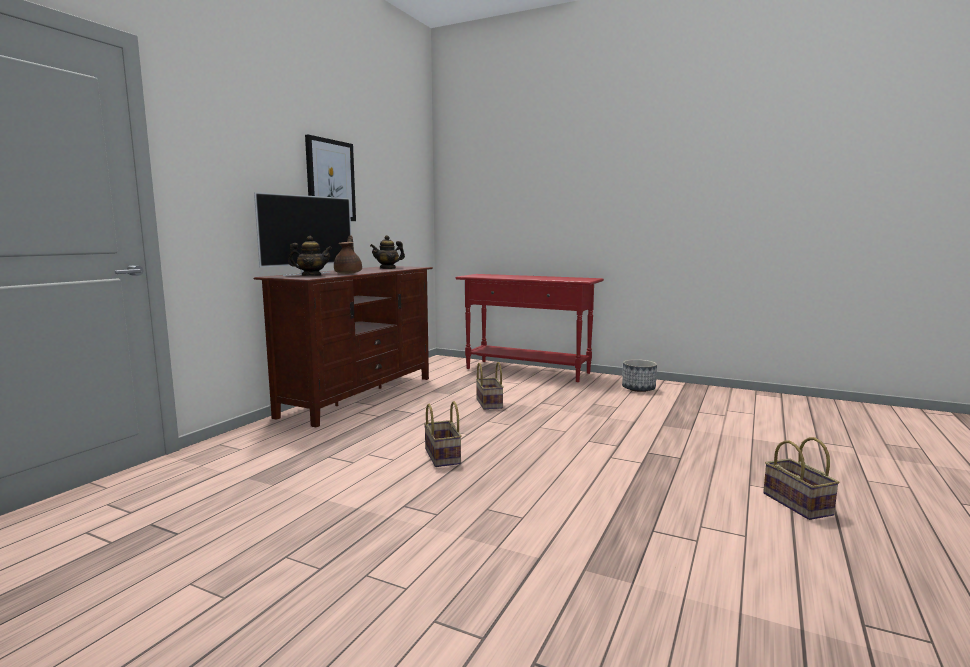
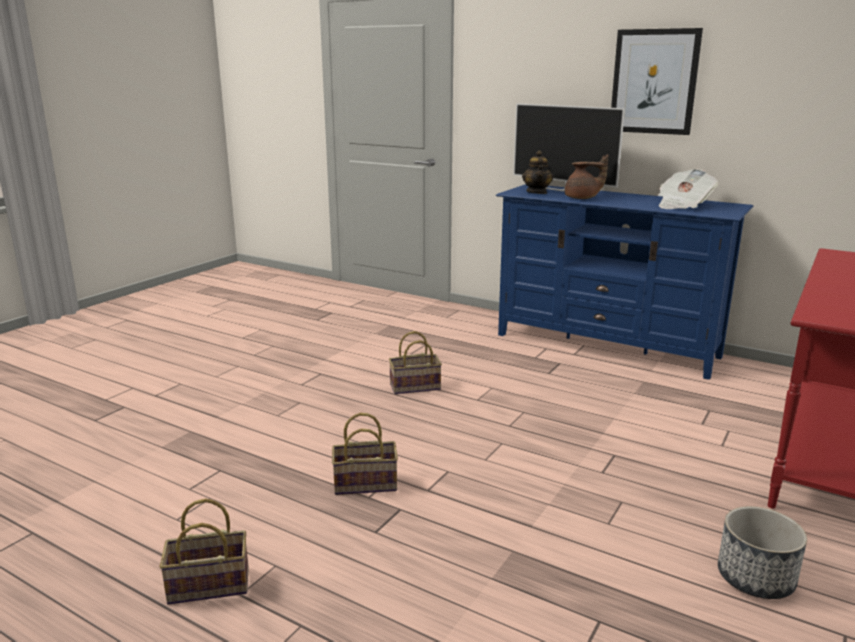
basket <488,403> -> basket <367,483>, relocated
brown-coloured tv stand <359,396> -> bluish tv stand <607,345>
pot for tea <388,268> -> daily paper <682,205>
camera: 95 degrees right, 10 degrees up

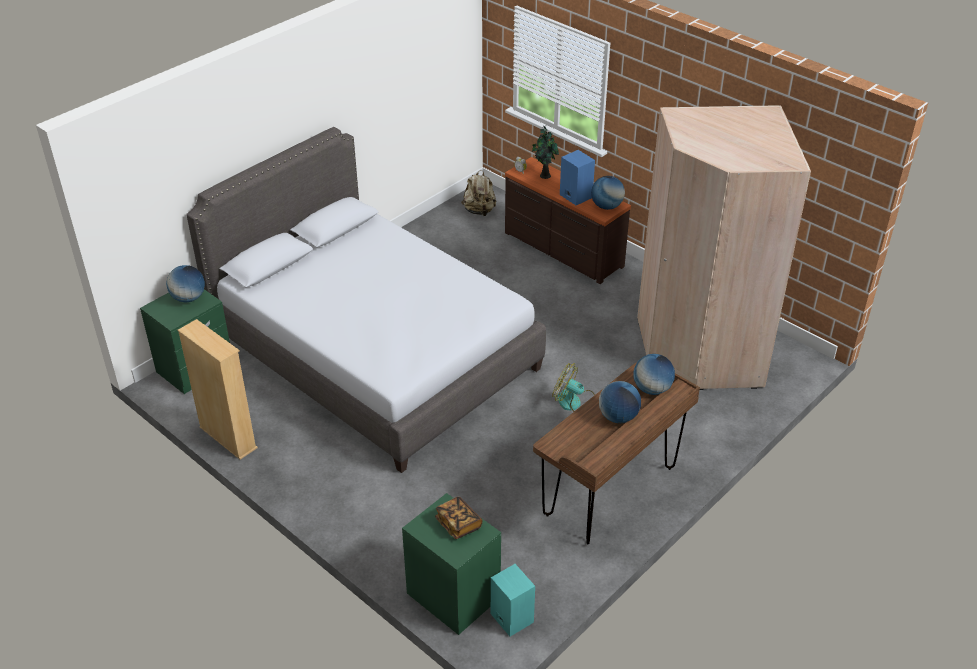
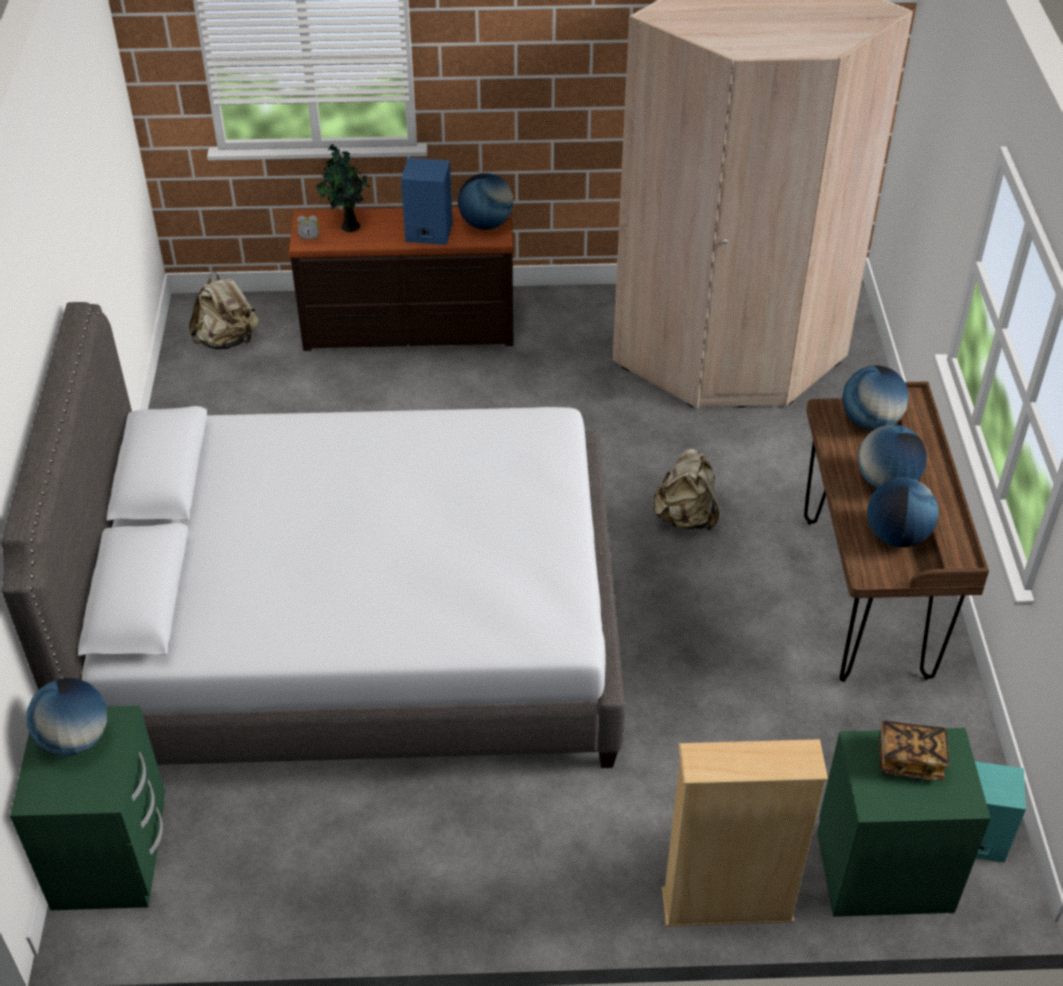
electric fan <574,403> -> sand-coloured rucksack <685,517>
sand-coloured shelving unit <228,438> -> sand-coloured shelving unit <727,906>, relocated
none -> globe <896,536>
camera: 45 degrees left, 5 degrees up

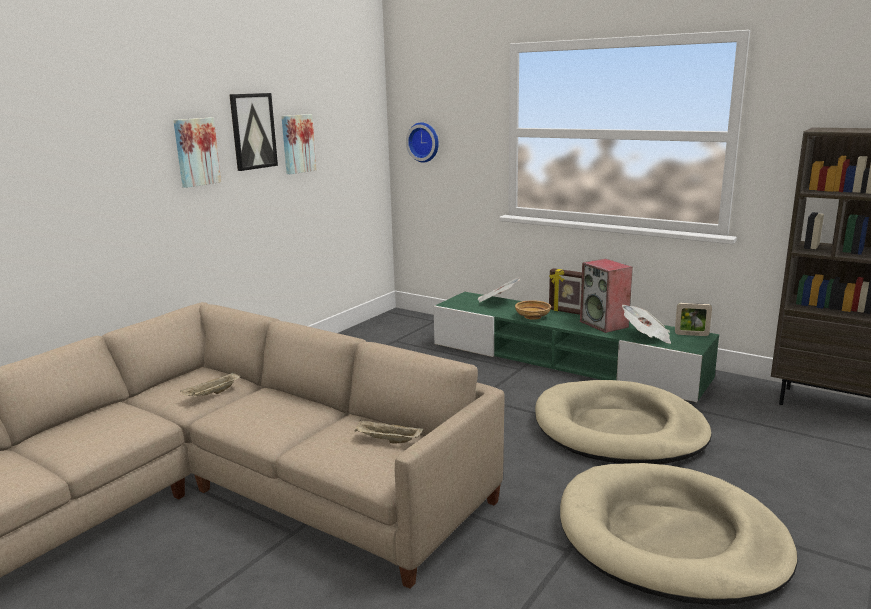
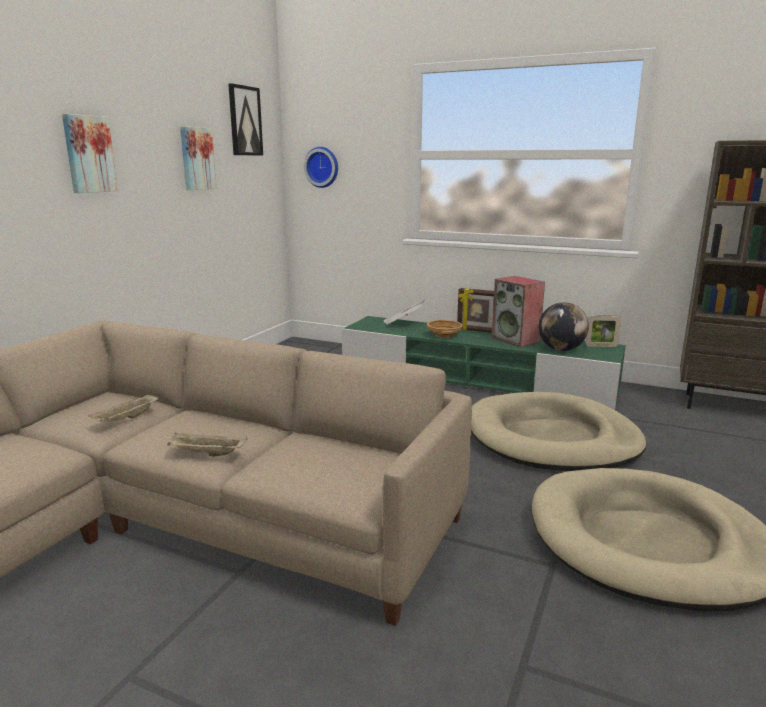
sand-coloured serving tray <387,441> -> sand-coloured serving tray <206,454>, relocated
wall art <253,131> -> wall art <245,121>, relocated
daily paper <646,337> -> globe <561,349>
camera: 10 degrees left, 0 degrees up

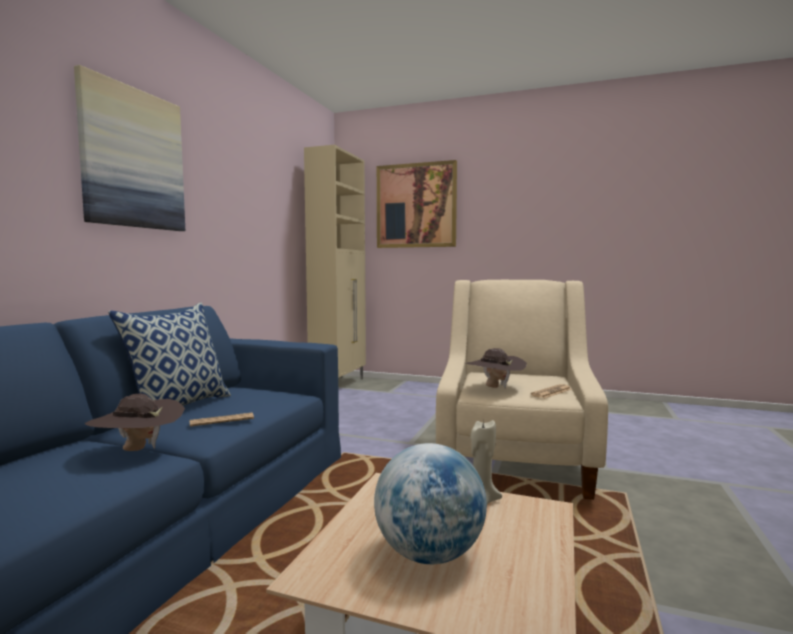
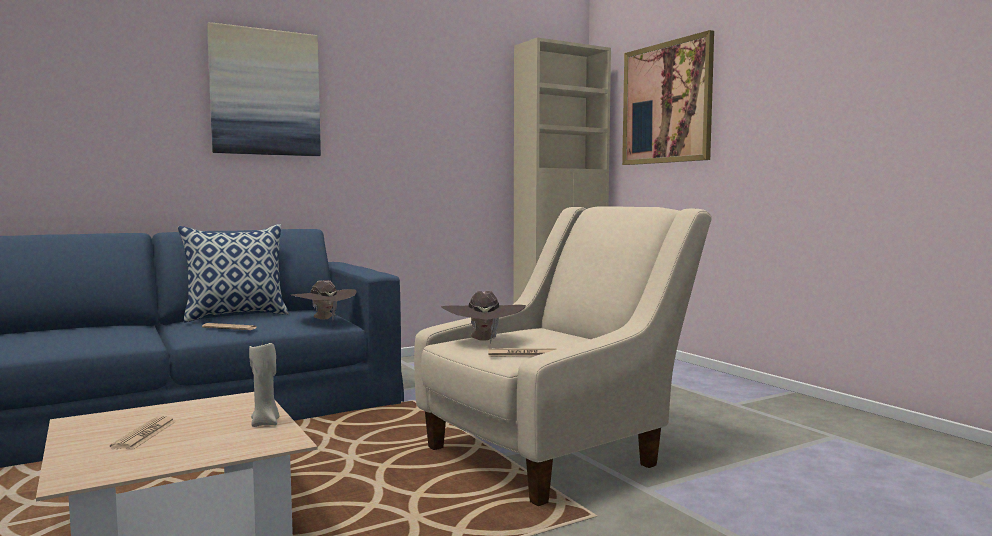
globe <429,554> -> daily paper <145,434>
brown-coloured wearable hat <138,450> -> brown-coloured wearable hat <324,320>, relocated
camera: 40 degrees right, 0 degrees up

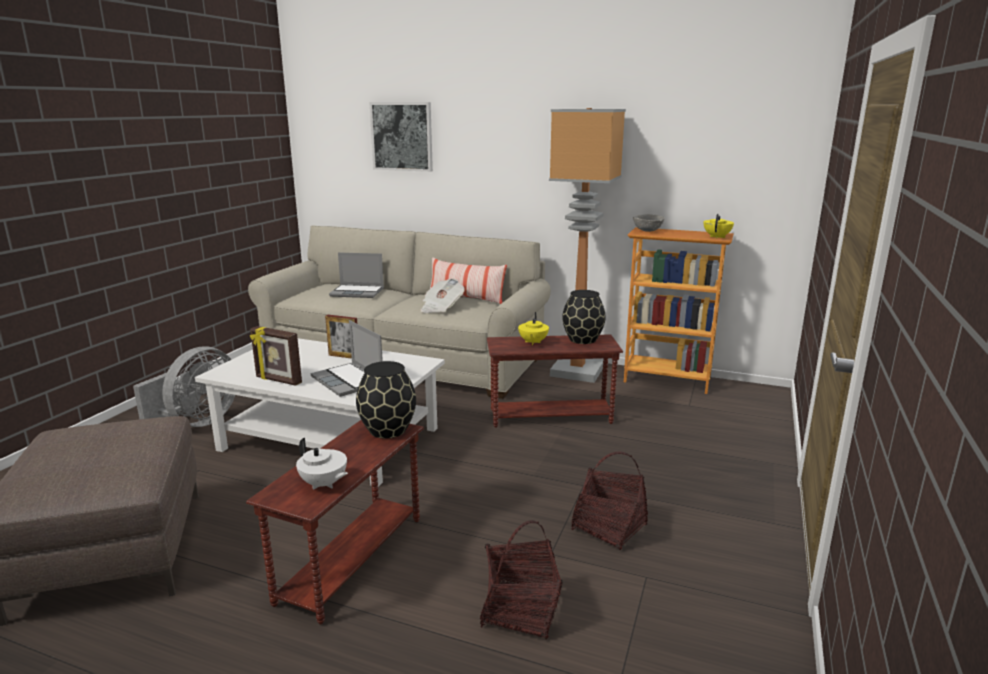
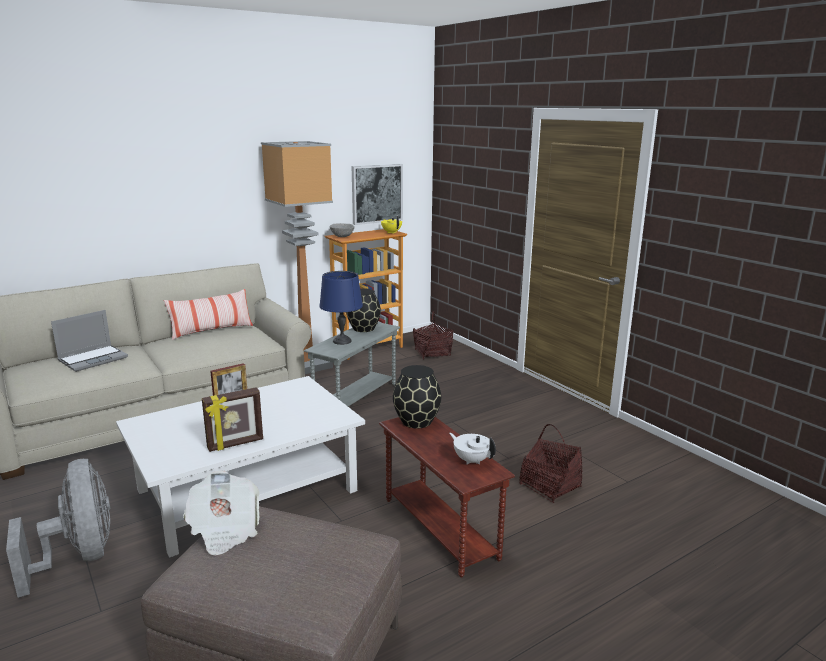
daily paper <441,308> -> daily paper <224,529>, relocated
brown-coloured accent table <550,417> -> greyish accent table <355,398>
yellow-coloured pot for tea <532,342> -> bluish lamp for a table <342,341>
wall art <402,136> -> wall art <376,193>, relocated
basket <609,527> -> basket <432,353>, relocated
white-coloured pot for tea <324,484> -> white-coloured pot for tea <471,460>, 120 degrees counterclockwise
notebook computer <349,381> -> none
camera: 55 degrees left, 0 degrees up

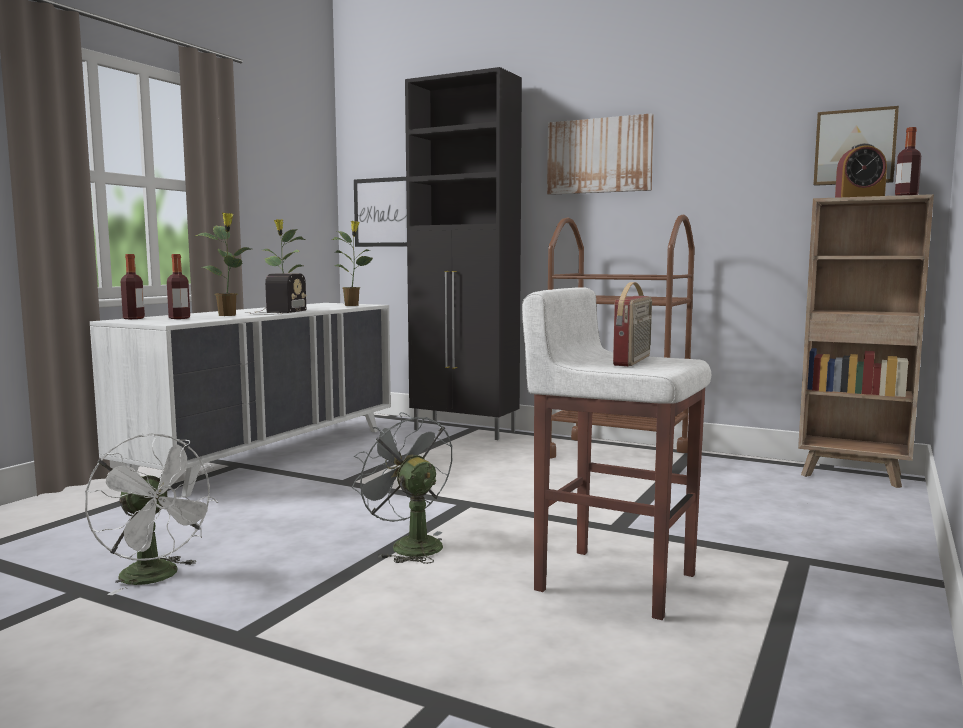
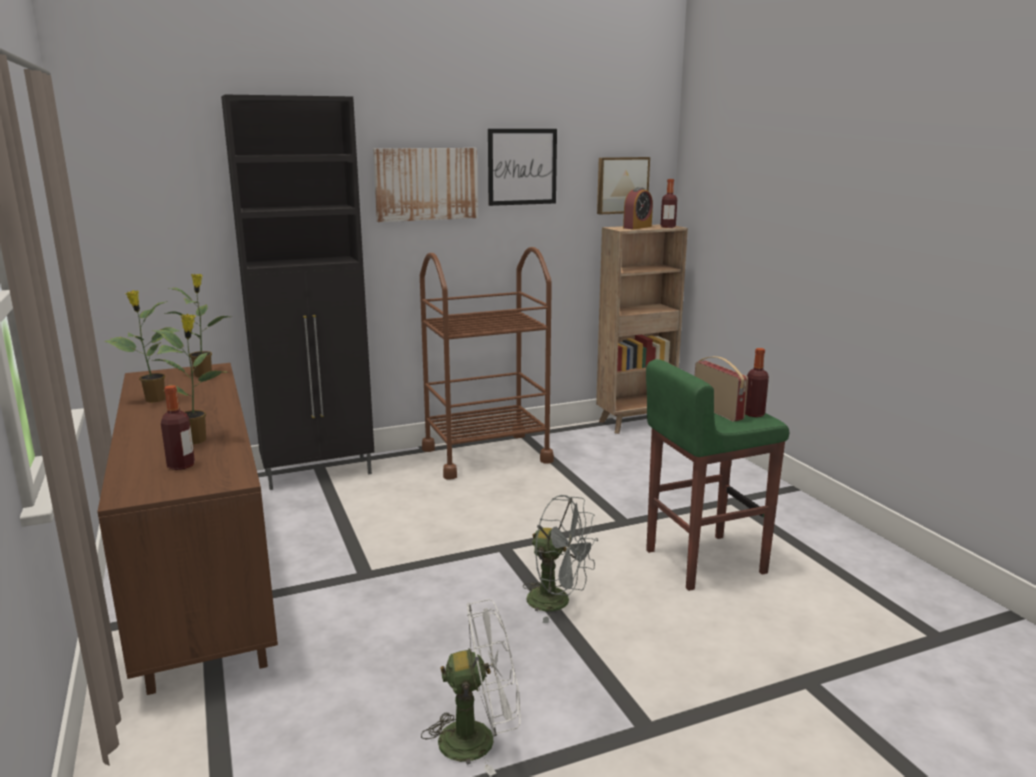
white-coloured drawer chest <268,454> -> brown-coloured drawer chest <202,580>
wall art <382,212> -> wall art <522,167>, relocated
greyish electric fan <408,545> -> greyish electric fan <558,602>, 150 degrees counterclockwise
white-coloured stool seat <614,581> -> green stool seat <702,561>
drink bottle <134,318> -> drink bottle <754,414>, relocated
radio set <277,312> -> none
camera: 50 degrees left, 10 degrees up

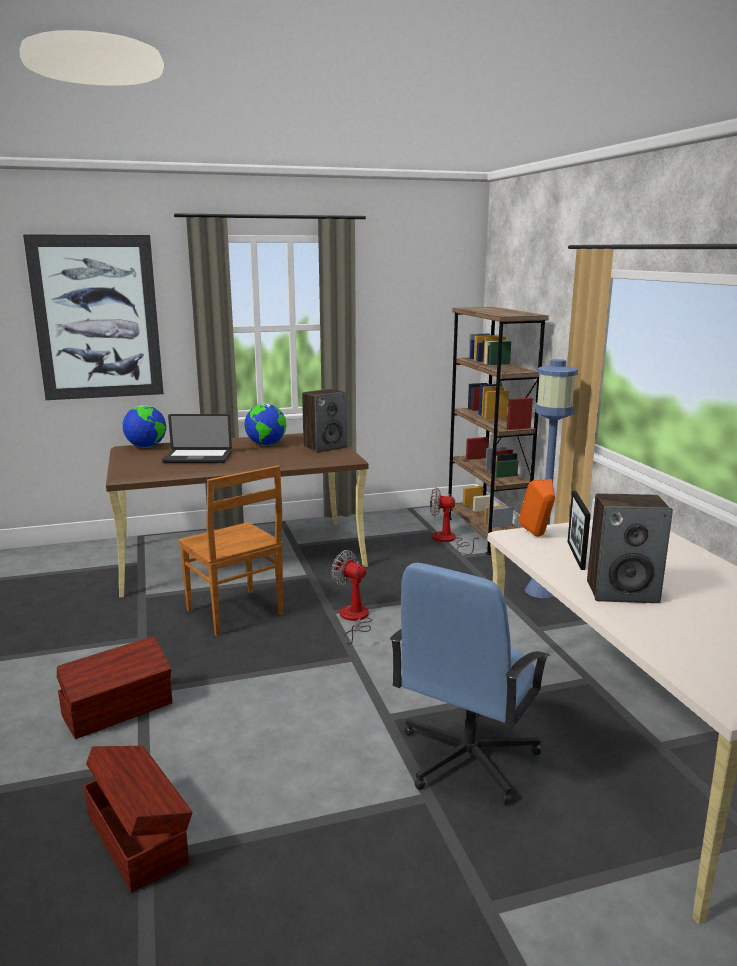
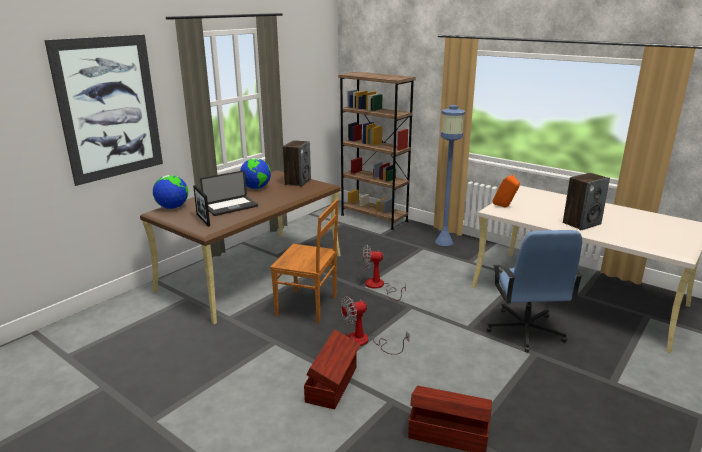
standing frame <575,555> -> standing frame <203,220>, relocated
electric fan <449,540> -> electric fan <365,342>, relocated
camera: 35 degrees left, 5 degrees up

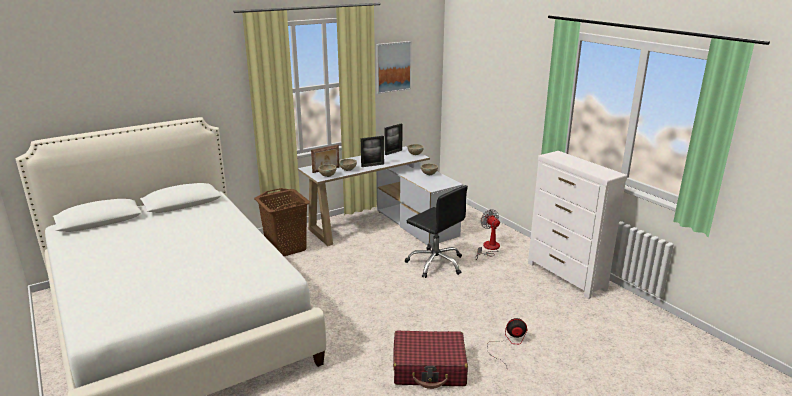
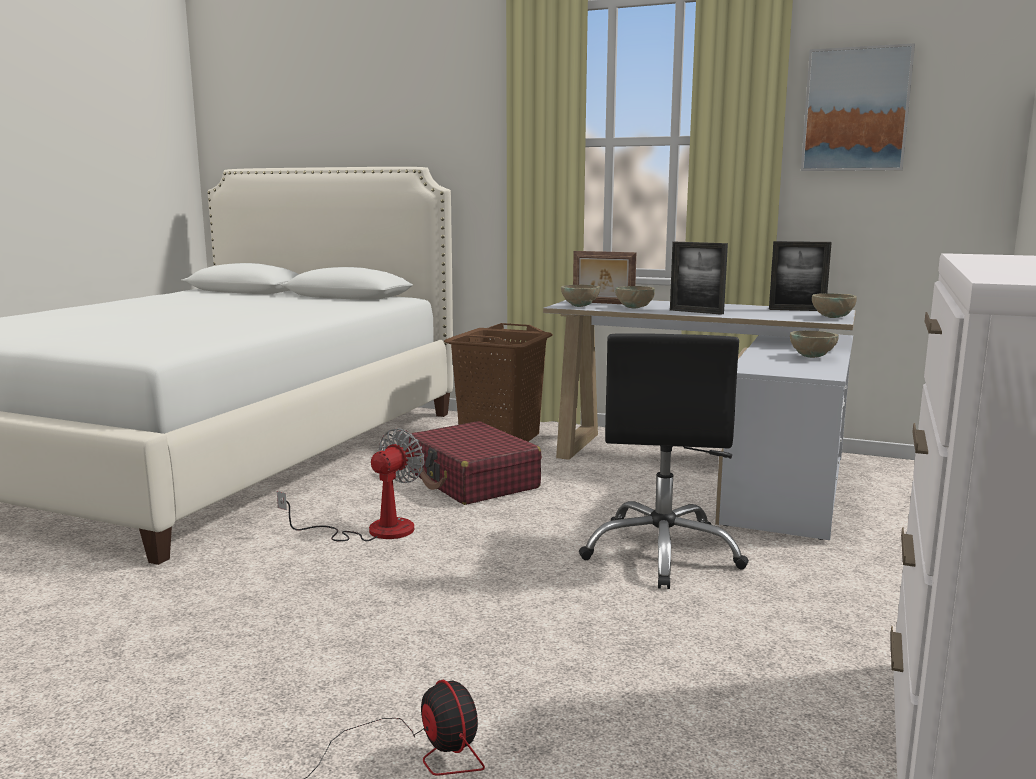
electric fan <489,248> -> electric fan <373,531>, relocated
red suitcase <429,368> -> red suitcase <472,480>, relocated
camera: 55 degrees right, 10 degrees down

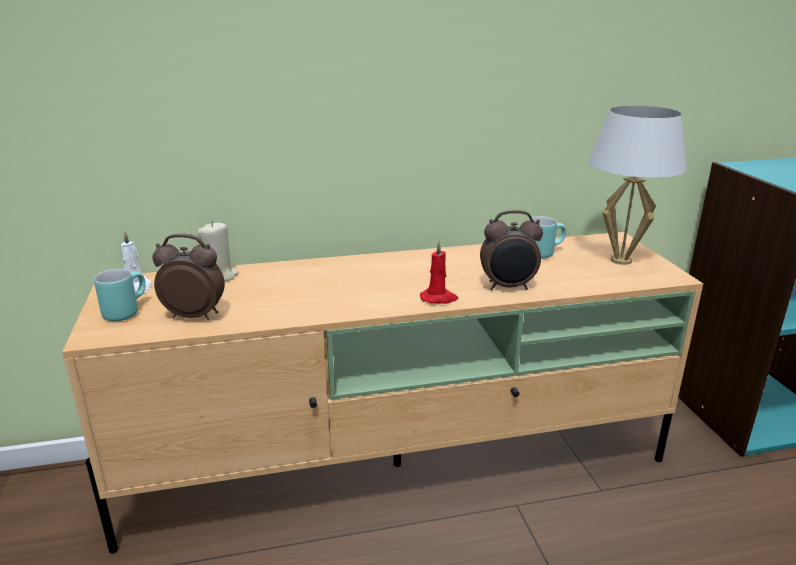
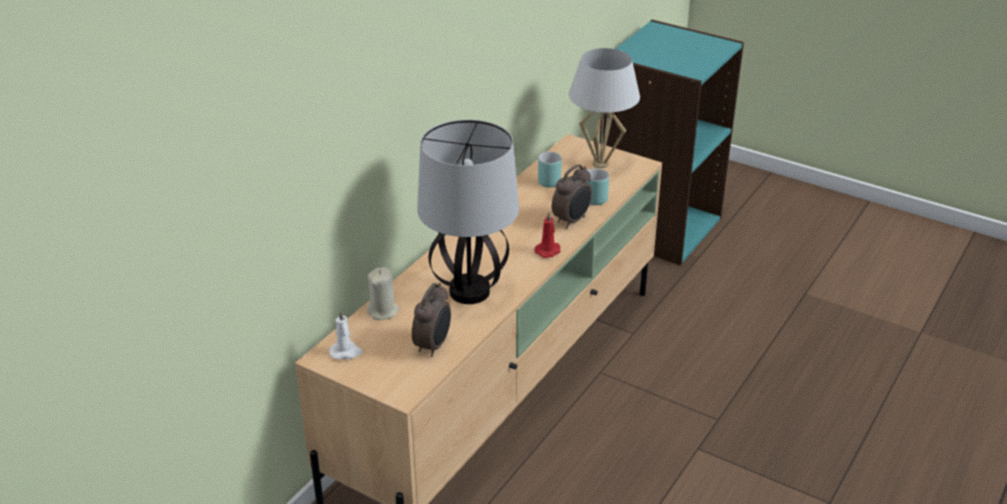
table clock <195,315> -> table clock <433,345>, 150 degrees clockwise
none -> lamp for a table <471,292>
blue-green coffee mug <125,311> -> blue-green coffee mug <592,197>, relocated
camera: 45 degrees left, 10 degrees up

